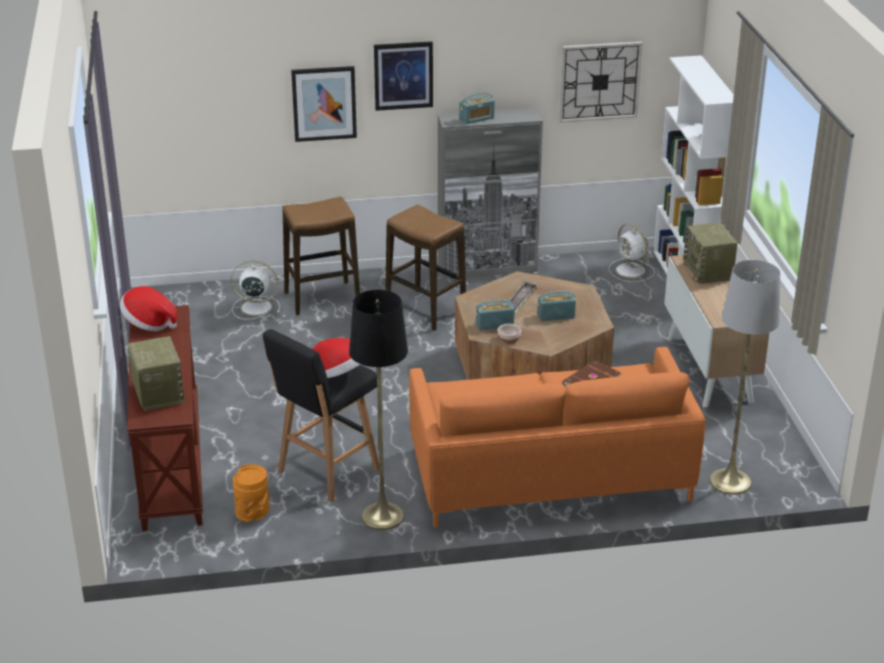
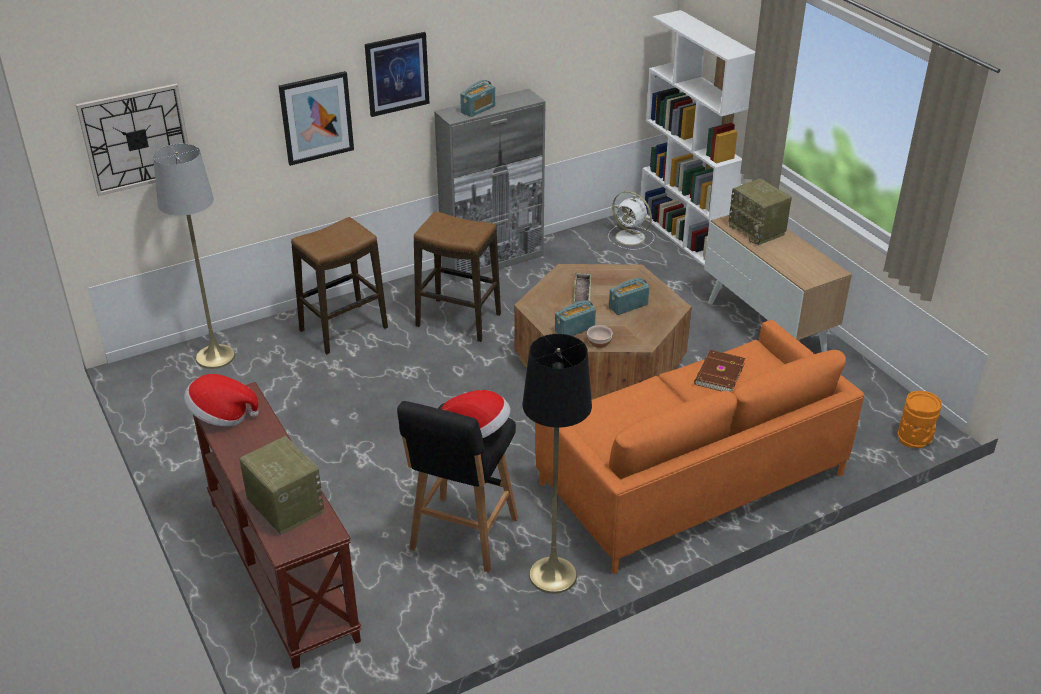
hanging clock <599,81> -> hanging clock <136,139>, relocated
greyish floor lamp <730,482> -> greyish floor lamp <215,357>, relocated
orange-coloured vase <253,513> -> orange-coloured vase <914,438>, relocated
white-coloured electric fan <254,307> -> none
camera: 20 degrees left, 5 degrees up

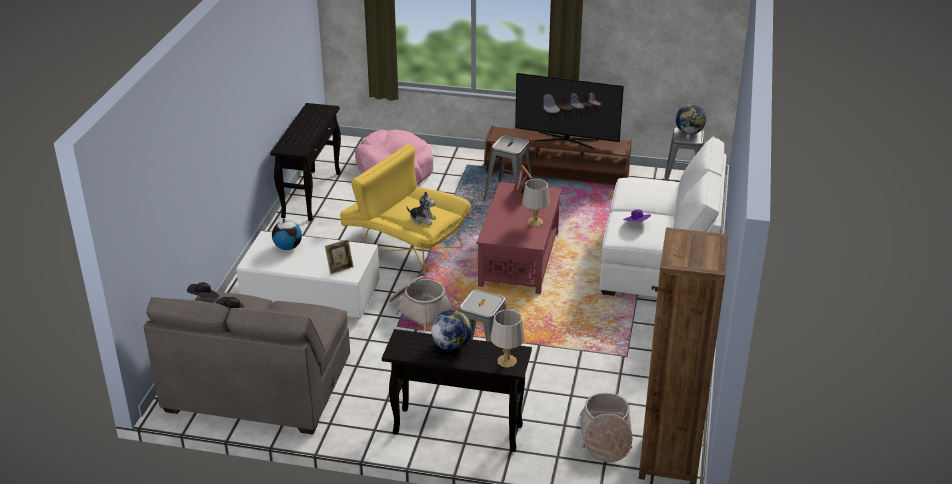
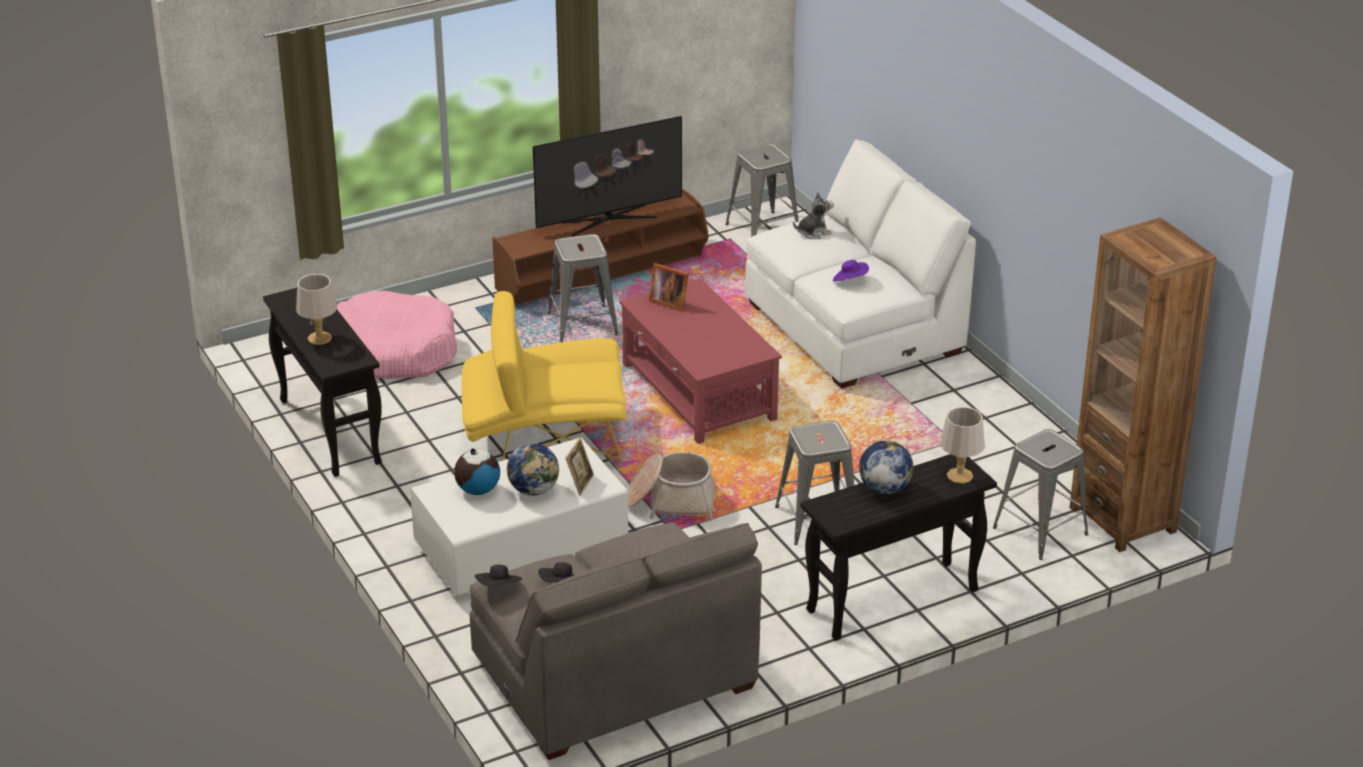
greyish lamp for a table <535,222> -> greyish lamp for a table <320,338>, relocated
globe <689,132> -> globe <534,490>, relocated
soft toy <422,219> -> soft toy <813,232>, relocated
basket <605,438> -> greyish stool seat <1040,531>
camera: 40 degrees left, 0 degrees up

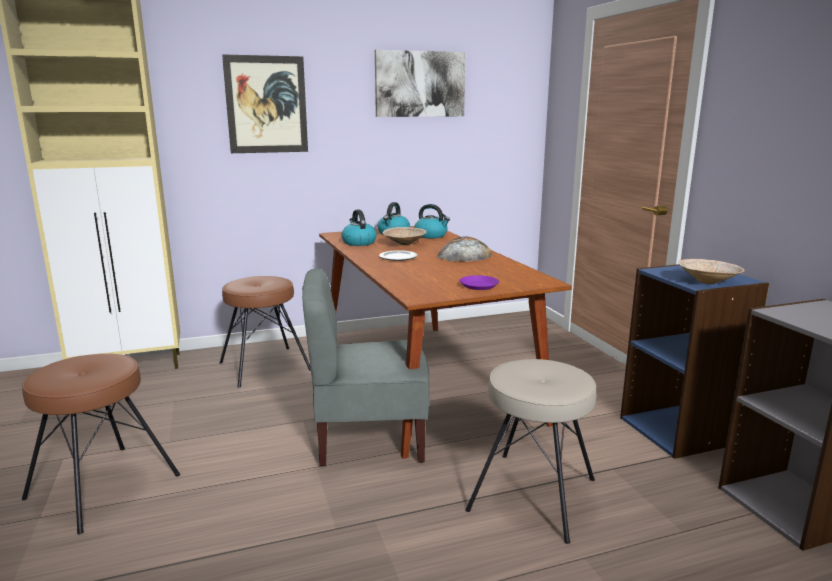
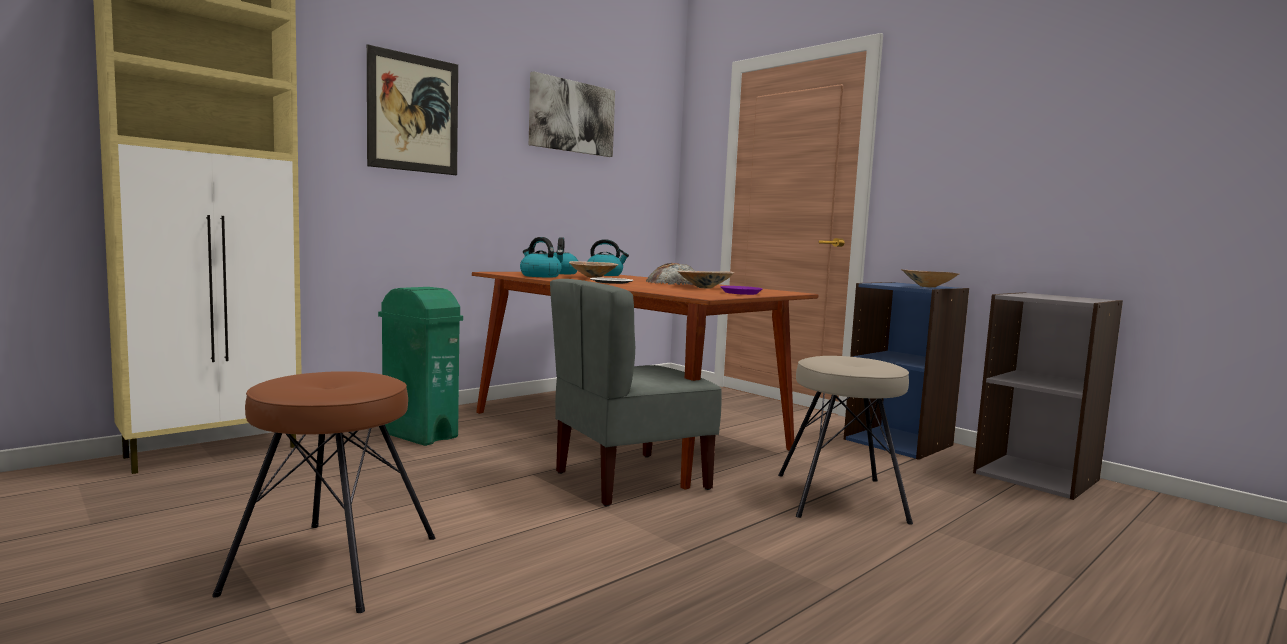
brown-coloured stool seat <264,366> -> green waste bin <419,435>
none -> sand-coloured serving bowl <704,287>
camera: 25 degrees left, 10 degrees down

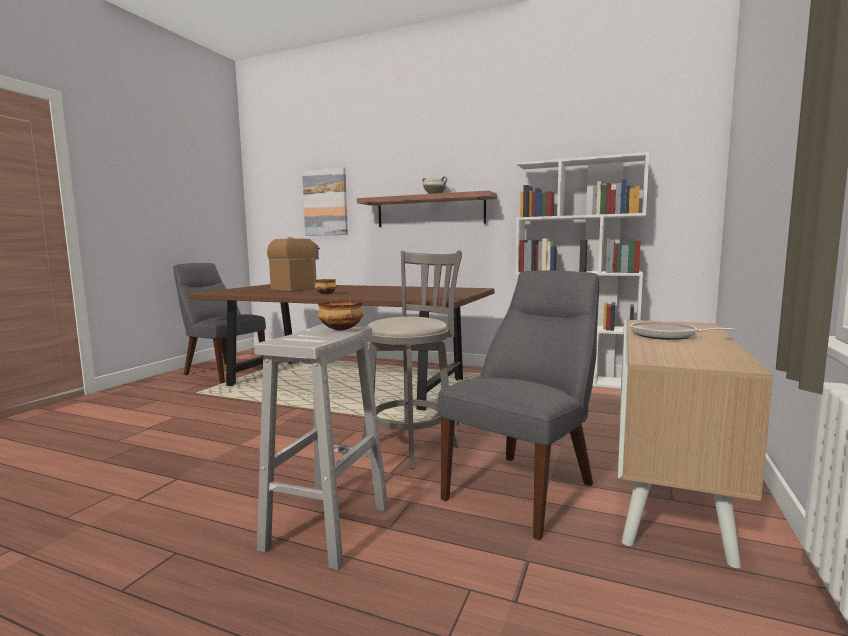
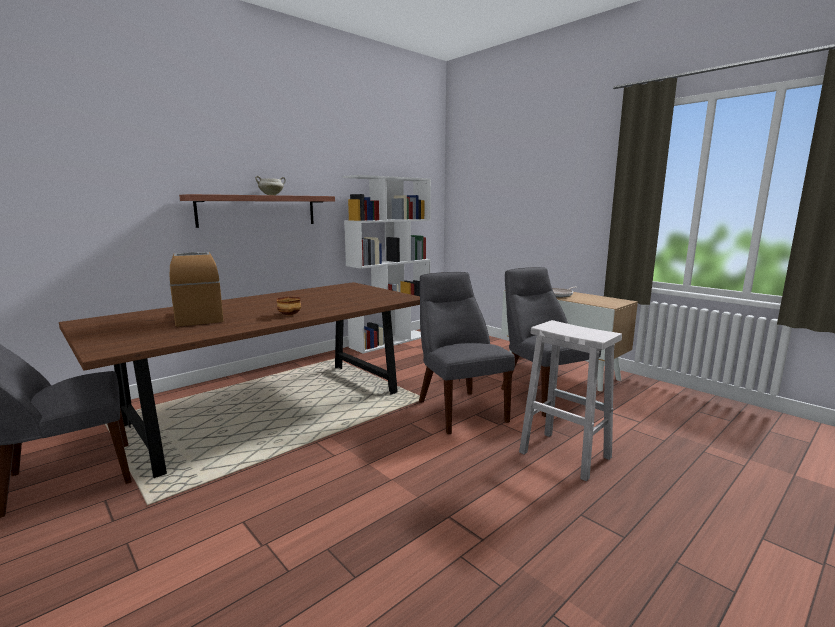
greyish stool seat <413,445> -> greyish chair <459,409>
wall art <325,202> -> none
serving bowl <340,329> -> none
camera: 65 degrees left, 5 degrees up

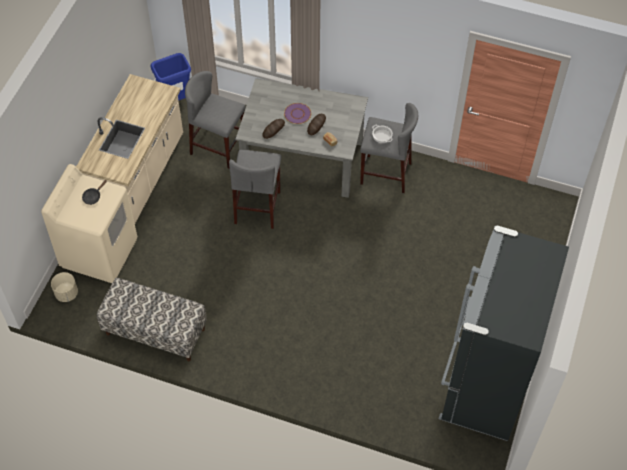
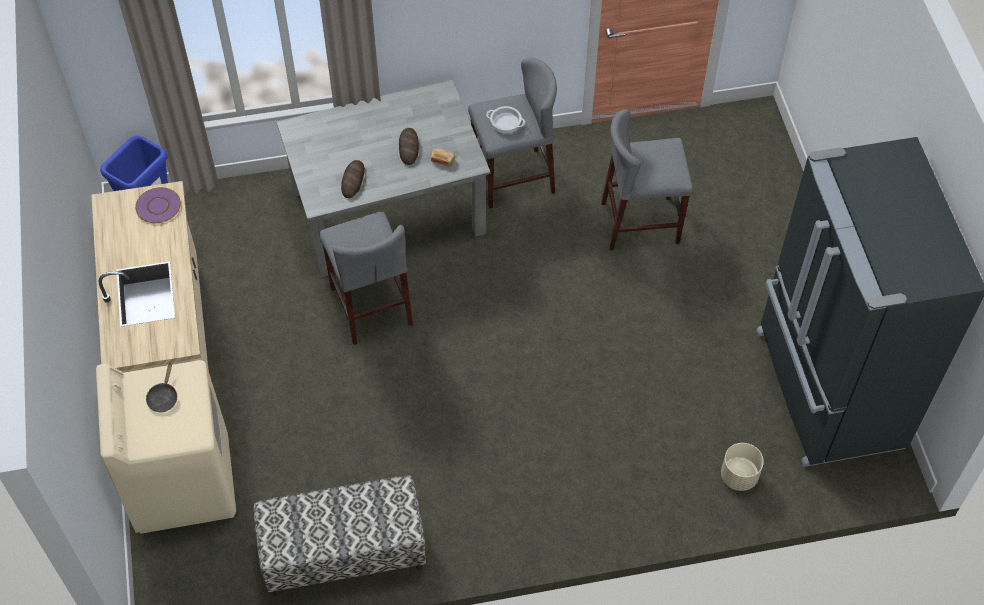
purple-coloured dinner plate <297,114> -> purple-coloured dinner plate <158,206>, relocated
greyish stool seat <218,148> -> greyish stool seat <640,223>, relocated
sand-coloured plant pot <67,293> -> sand-coloured plant pot <739,476>, relocated
camera: 30 degrees left, 0 degrees up

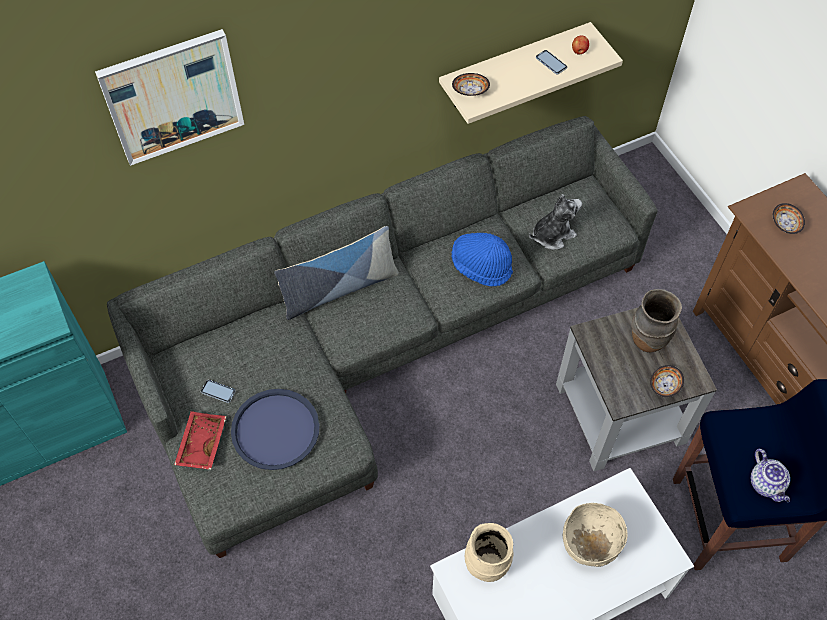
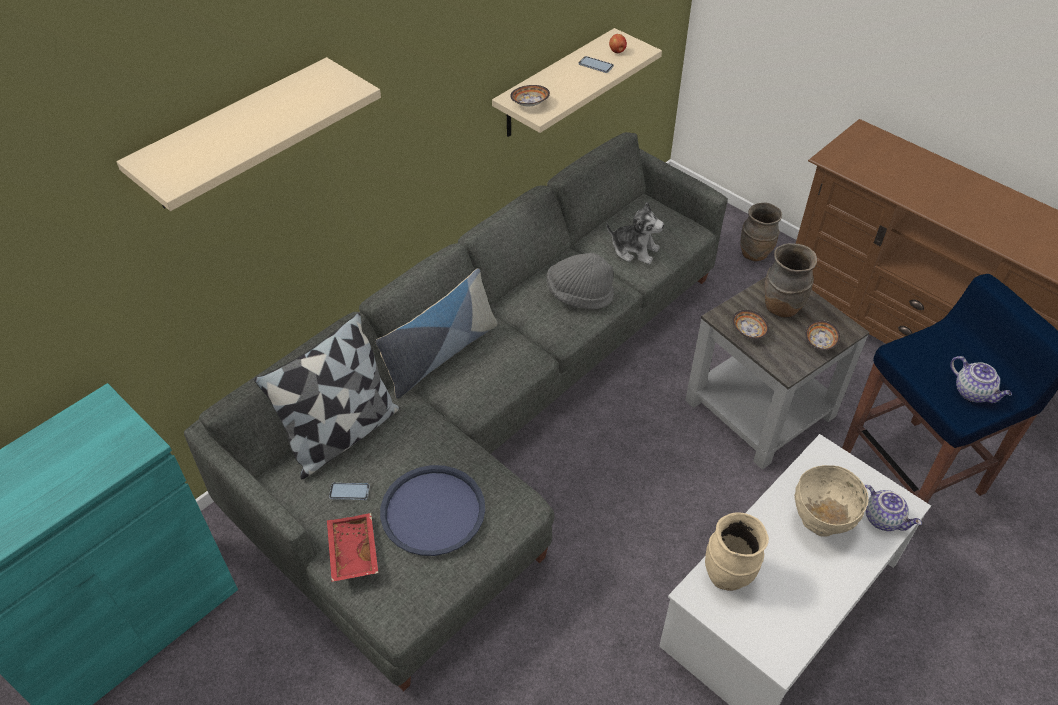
wall art <173,96> -> sand-coloured wall shelf <236,135>
none -> pillow <342,434>
bluish wearable hat <481,266> -> greyish wearable hat <579,294>
soft toy <552,235> -> soft toy <634,250>, 75 degrees clockwise
serving bowl <786,224> -> serving bowl <748,331>, relocated
none -> brown-coloured vase <755,254>
none -> pot for tea <883,518>
camera: 20 degrees left, 10 degrees down

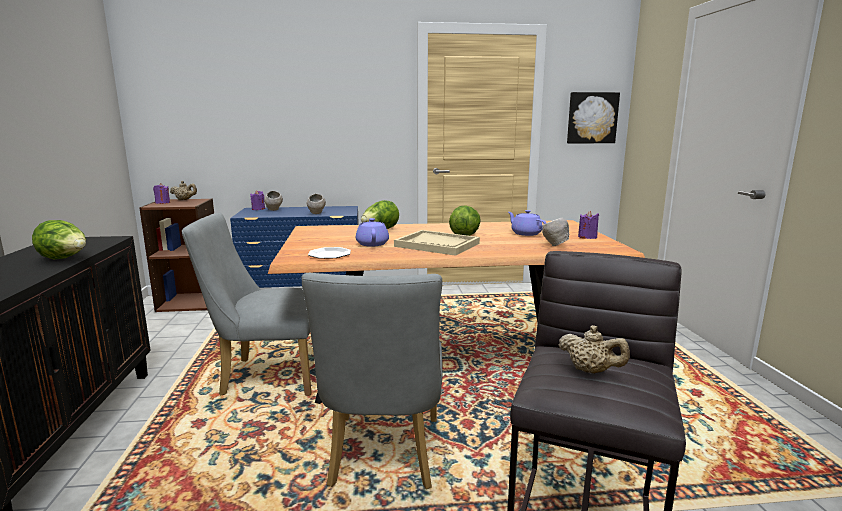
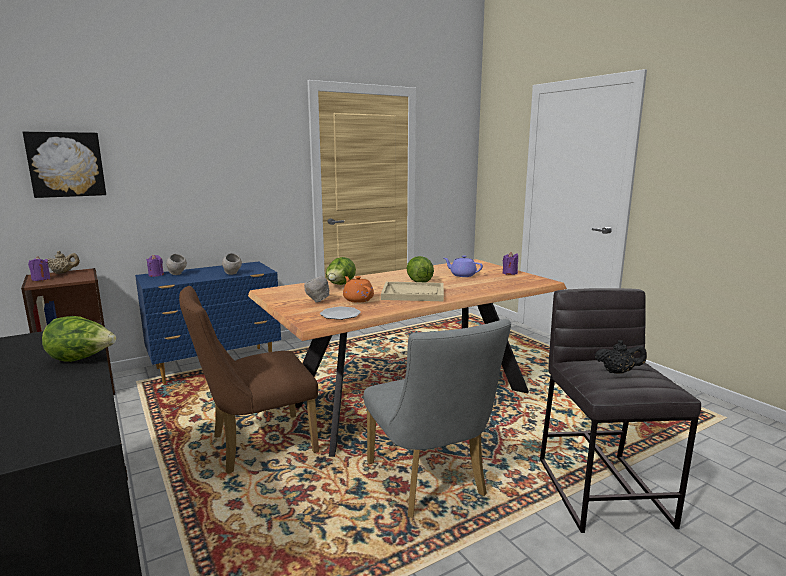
wall art <591,118> -> wall art <66,164>, relocated
greyish chair <266,376> -> brown-coloured chair <255,445>
greyish serving bowl <554,245> -> greyish serving bowl <317,301>, relocated
purple-coloured pot for tea <372,243> -> orange-coloured pot for tea <358,299>
sand-coloured pot for tea <591,371> -> black-coloured pot for tea <618,372>
camera: 25 degrees left, 0 degrees up

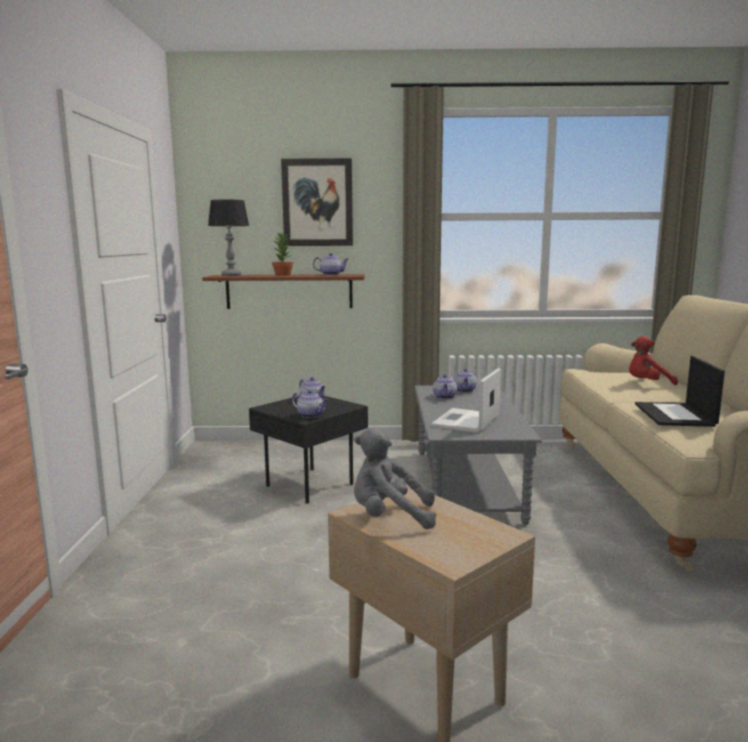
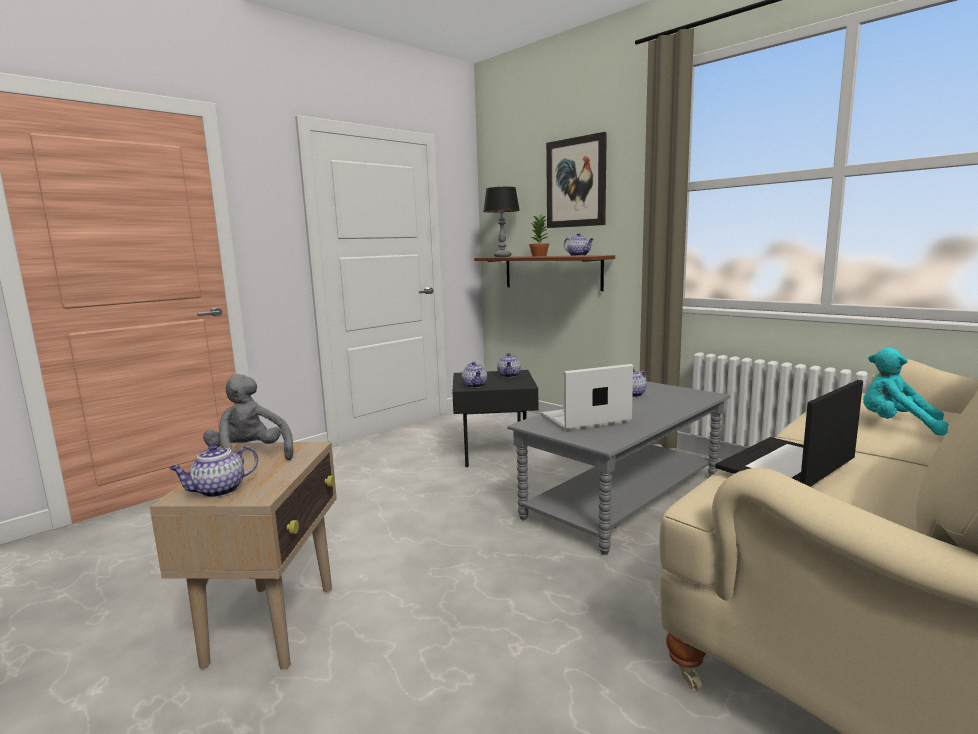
pot for tea <465,390> -> pot for tea <218,491>, relocated
red soft toy <647,384> -> blue-green soft toy <896,425>
camera: 45 degrees right, 0 degrees up

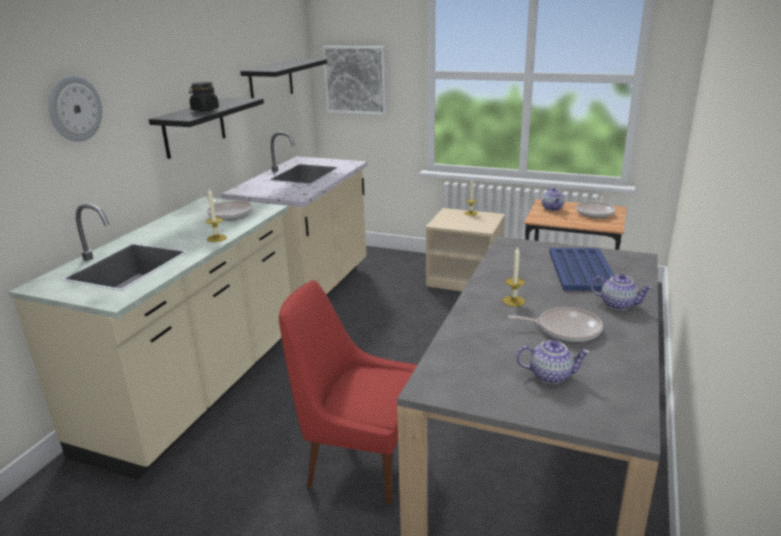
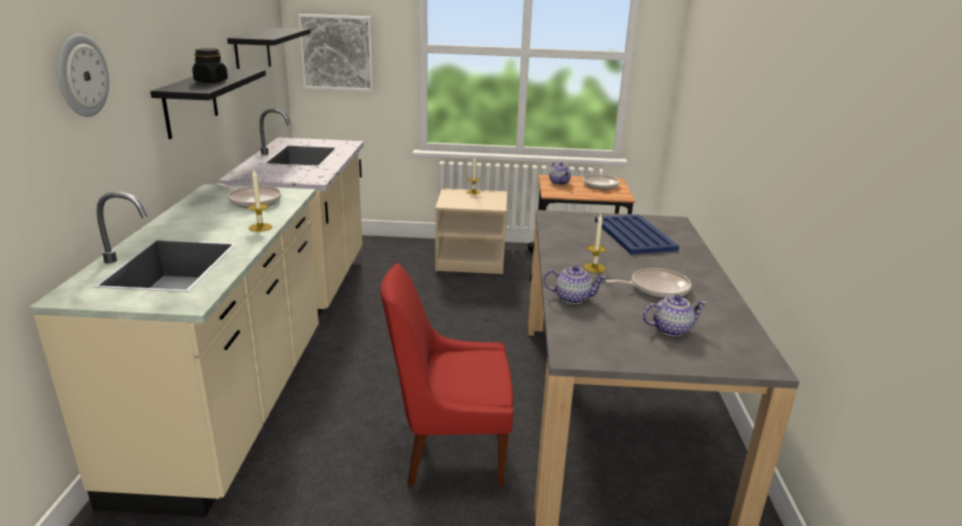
pot for tea <617,304> -> pot for tea <572,298>, relocated
camera: 20 degrees left, 0 degrees up

